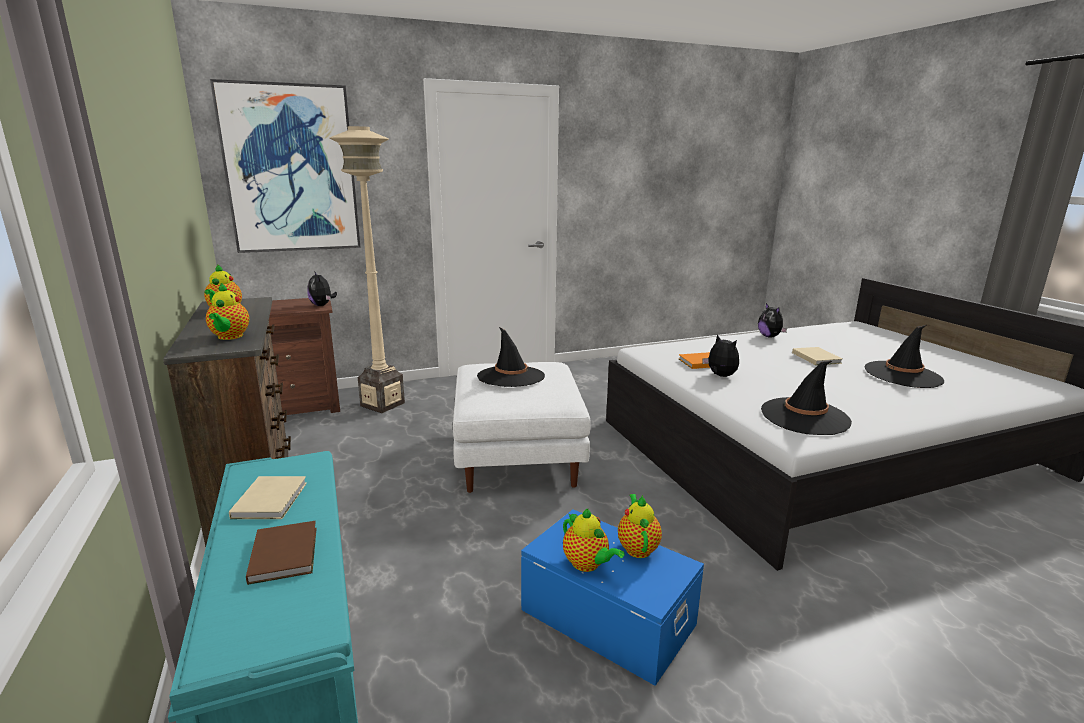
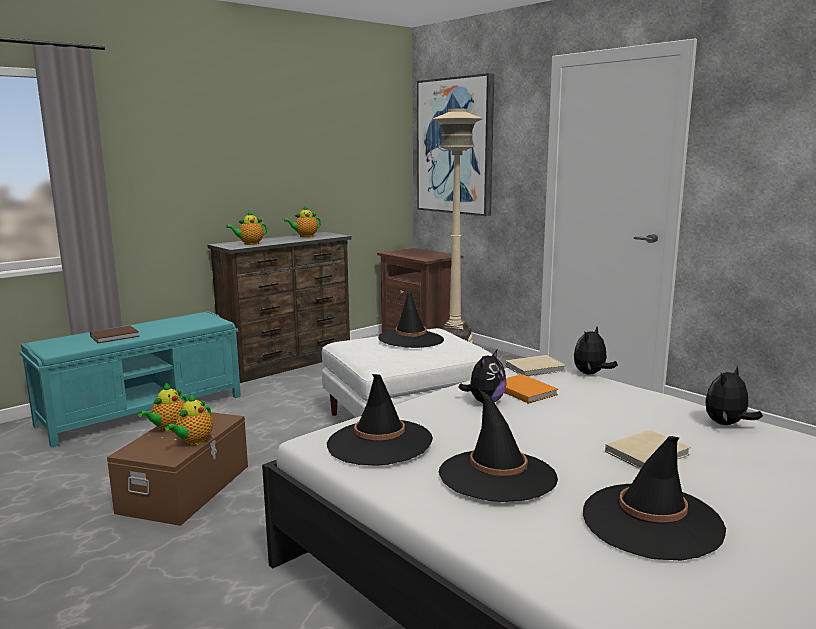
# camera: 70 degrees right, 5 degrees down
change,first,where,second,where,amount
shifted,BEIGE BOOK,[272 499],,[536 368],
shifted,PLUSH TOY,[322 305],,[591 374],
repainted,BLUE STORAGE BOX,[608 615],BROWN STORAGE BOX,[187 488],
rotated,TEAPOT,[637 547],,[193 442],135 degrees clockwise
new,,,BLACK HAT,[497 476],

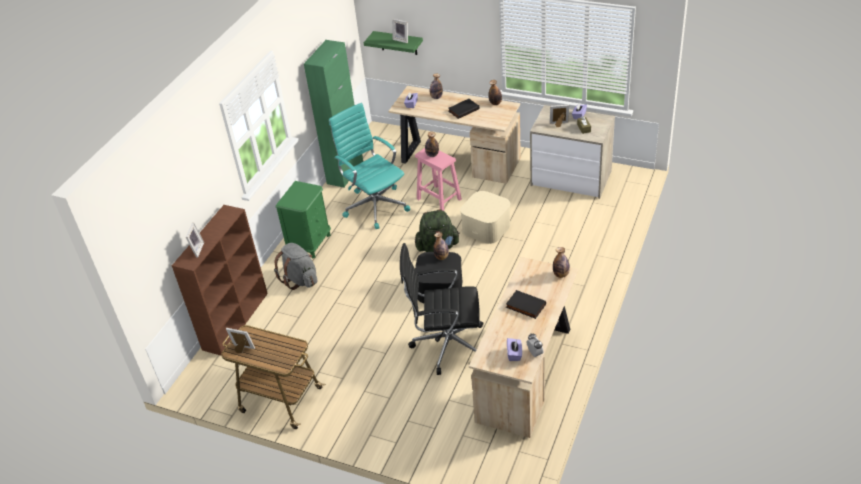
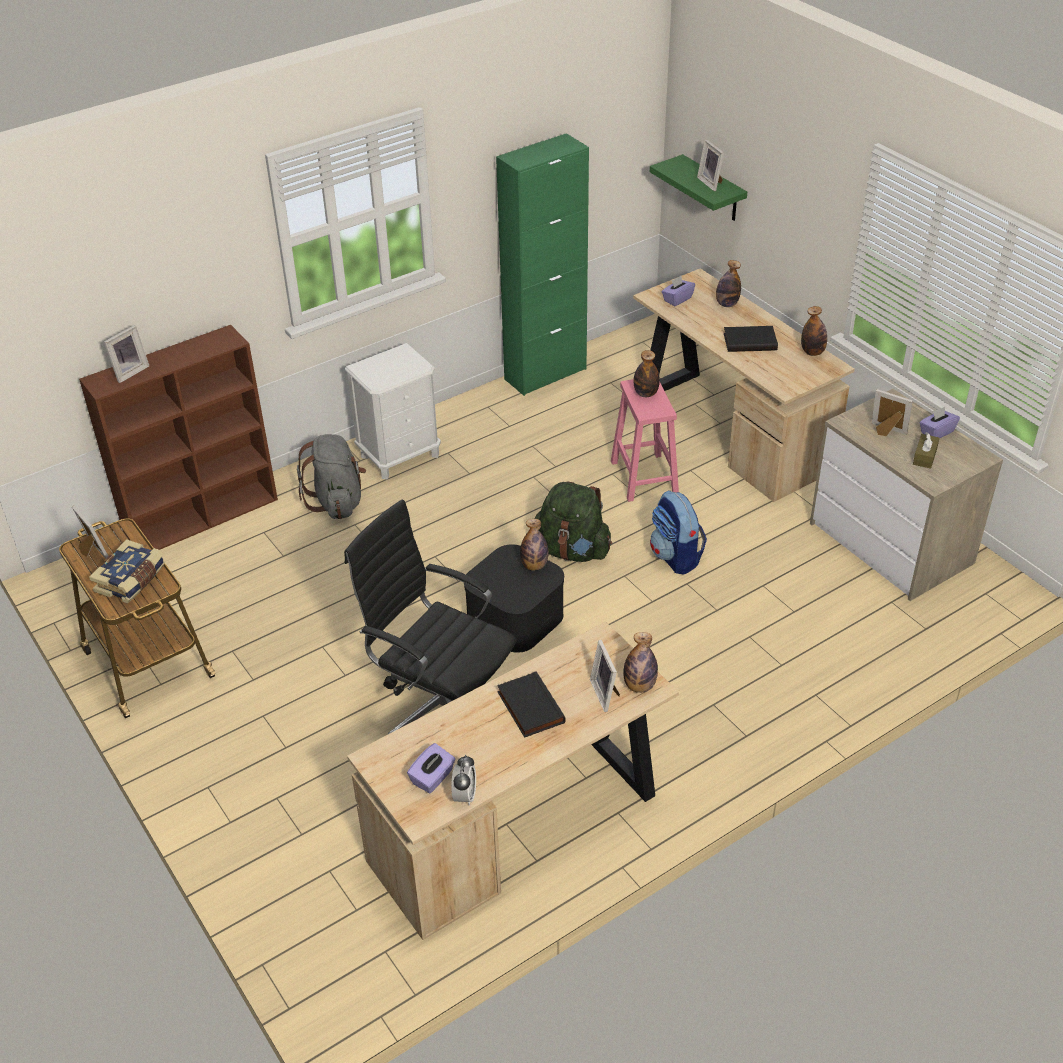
# camera: 30 degrees right, 0 degrees up
change,first,where,second,where,amount
repainted,GREEN NIGHTSTAND,[310 243],WHITE NIGHTSTAND,[400 455],
gone,TURQUOISE OFFICE CHAIR,[375 205],,,
swapped,BEIGE STORAGE BOX,[486 227],BACKPACK,[676 557],
new,,,BOOK,[131 580],
new,,,PICTURE FRAME,[606 693],

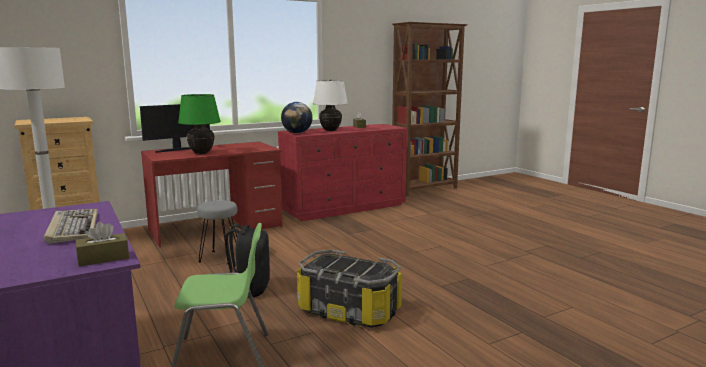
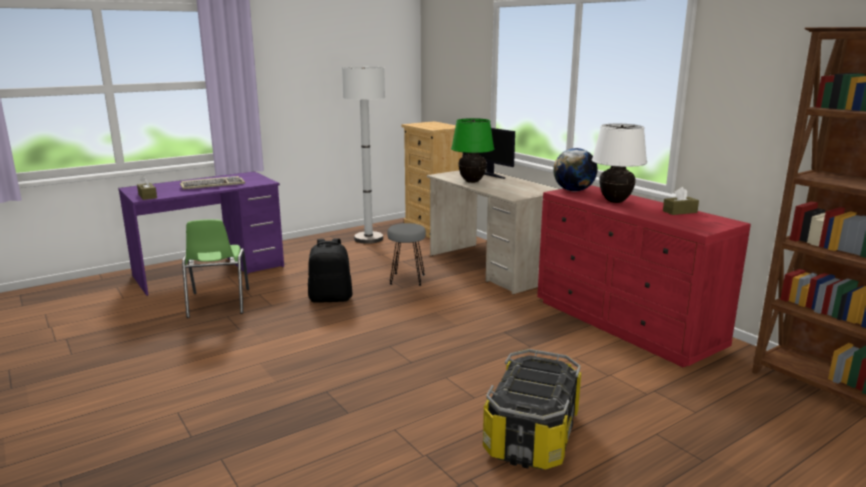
# camera: 85 degrees right, 5 degrees up
change,first,where,second,where,amount
repainted,RED DESK,[216 229],BEIGE DESK,[491 267],
shifted,STORAGE BOX,[349 311],,[533 435],

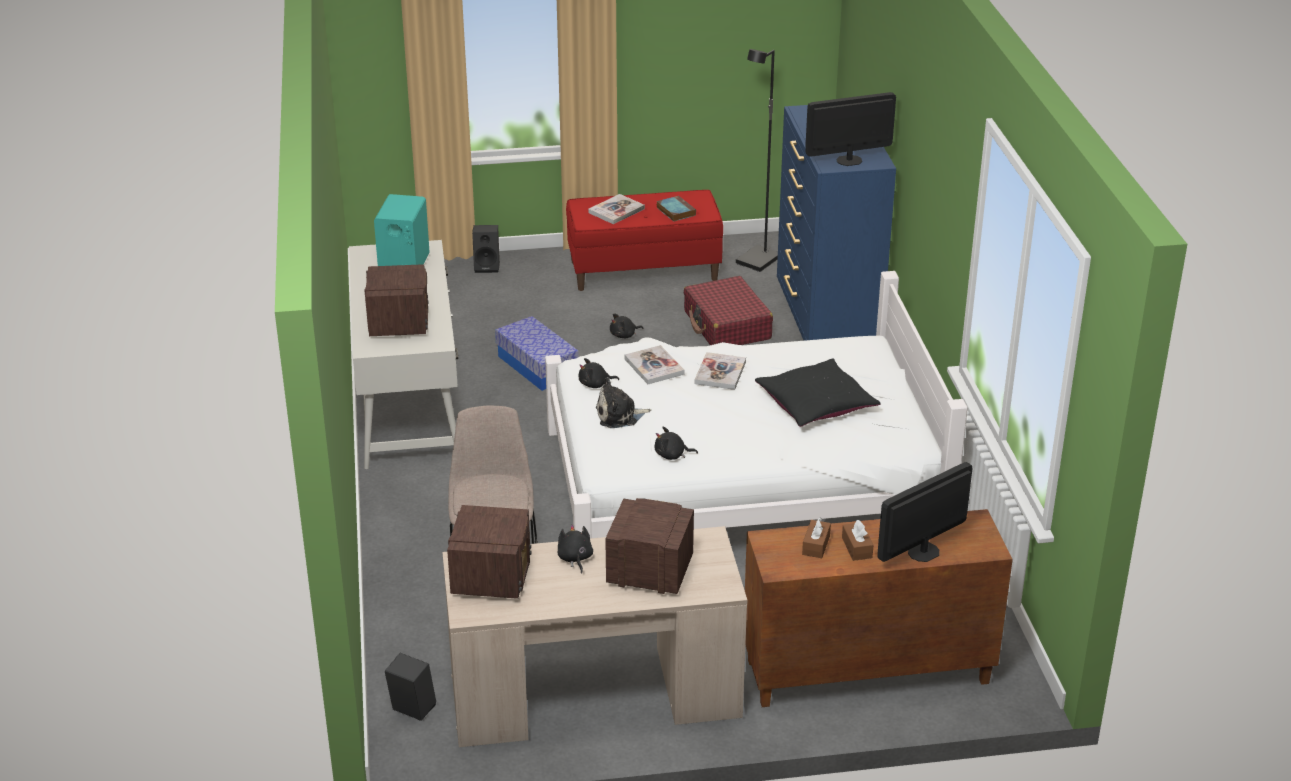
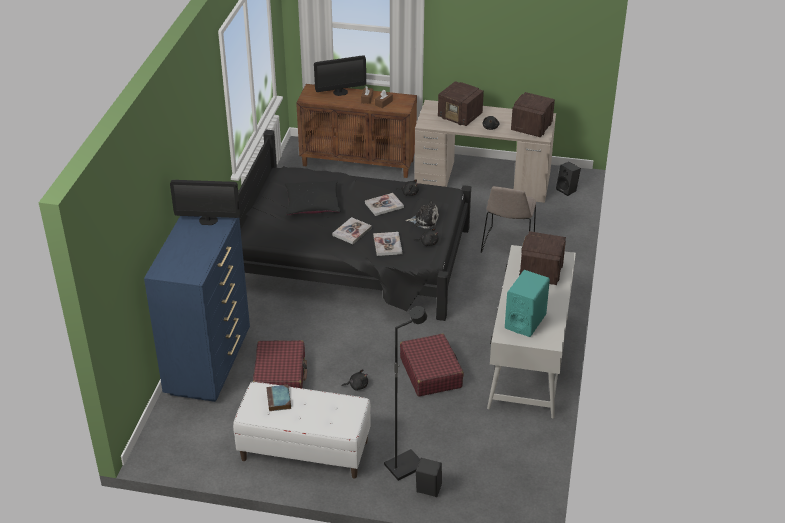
# camera: 160 degrees left, 5 degrees up
change,first,where,second,where,amount
swapped,STORAGE BOX,[537 366],RED SUITCASE,[431 372],
repainted,WHITE BED,[737 483],BLACK BED,[354 260],
repainted,RED BENCH,[644 270],WHITE BENCH,[304 451],
shifted,BOOK,[616 211],,[384 205],
shifted,BLACK FLOOR LAMP,[758 261],,[404 465],

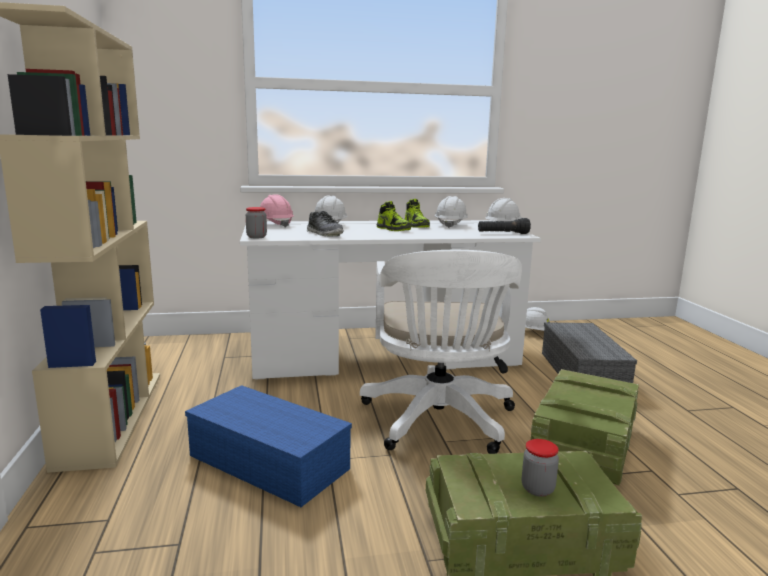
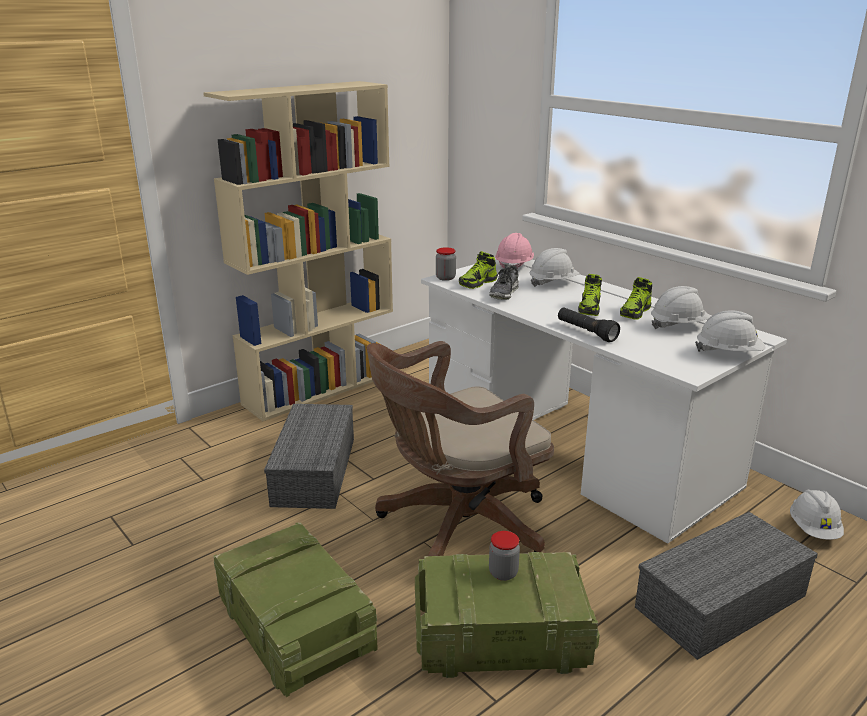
# camera: 60 degrees right, 10 degrees up
change,first,where,second,where,amount
repainted,BLUE STORAGE BOX,[271 462],GREY STORAGE BOX,[315 472],
repainted,WHITE OFFICE CHAIR,[439 423],BROWN OFFICE CHAIR,[456 528],
shifted,BLACK FLASHLIGHT,[503 234],,[586 332],
shifted,JAR,[537 489],,[503 573],
new,,,SHOE,[478 283],

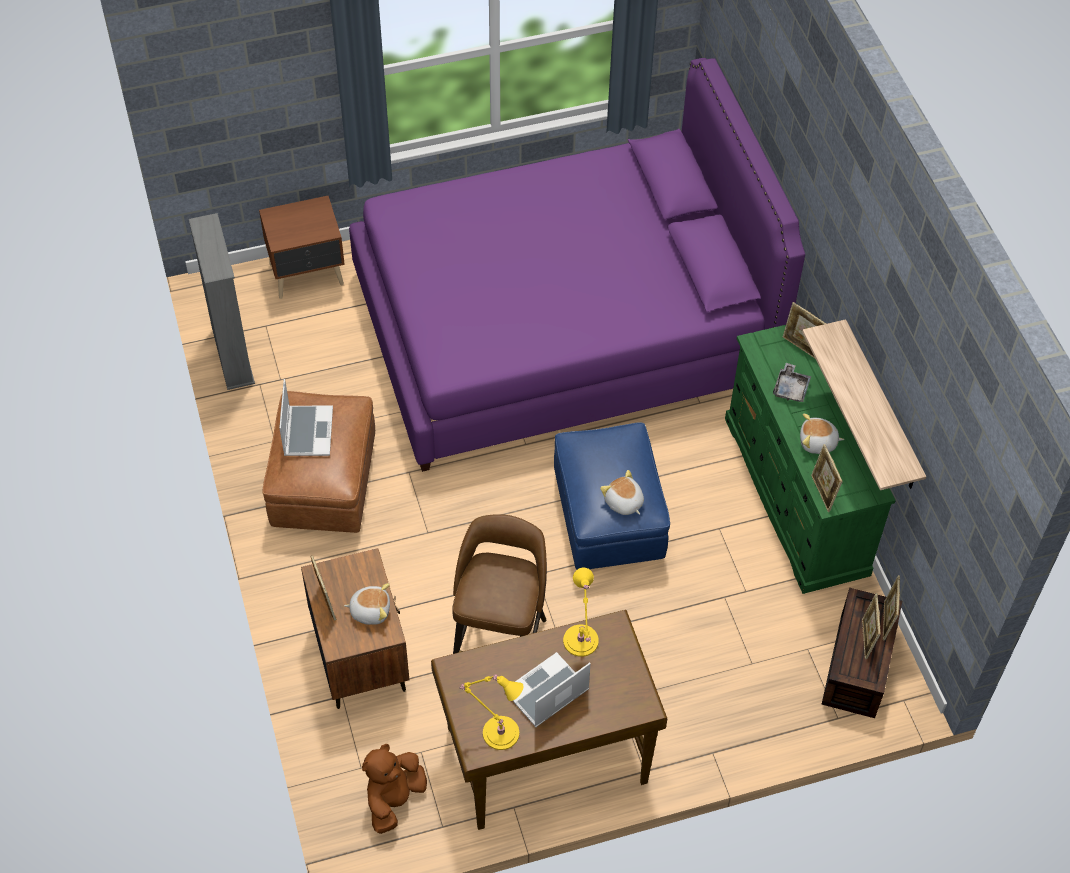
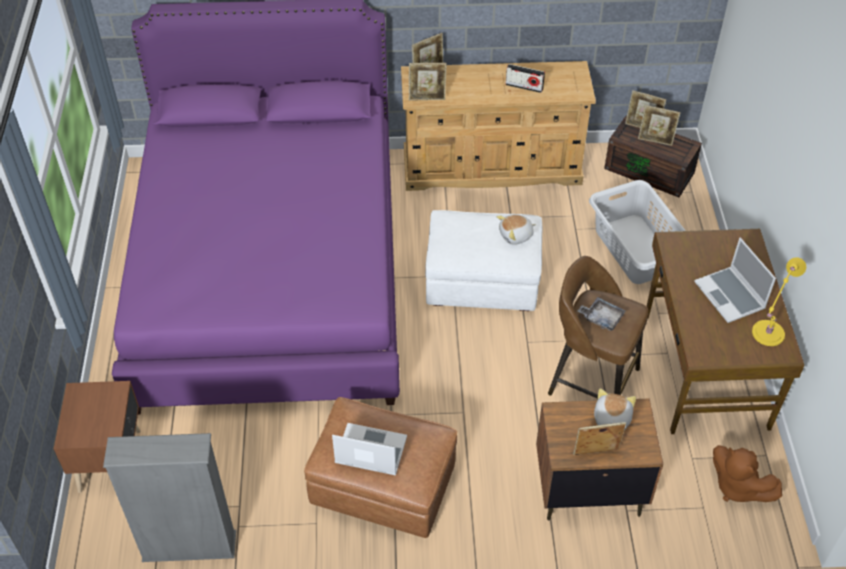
# camera: 75 degrees left, 5 degrees down
change,first,where,second,where,amount
repainted,BLUE OTTOMAN,[608 517],WHITE OTTOMAN,[482 283],
gone,YELLOW TABLE LAMP,[580 643],,,
repainted,GREEN DRESSER,[796 496],BEIGE DRESSER,[492 167],
shifted,GREY TRAY,[791 388],,[601 318],
swapped,PLUSH TOY,[818 443],RADIO,[524 86],
gone,SHELF,[881 408],,,
shifted,PICTURE FRAME,[822 493],,[427 98],
new,,,GREY LAUNDRY BASKET,[636 248],

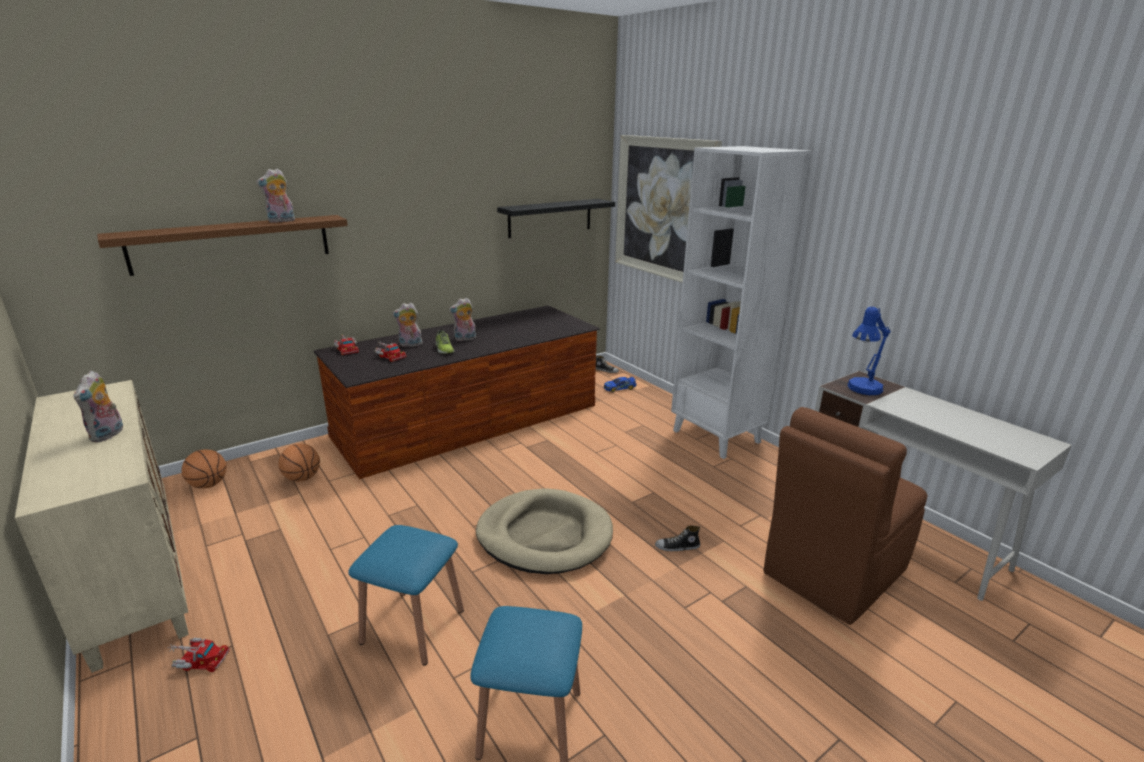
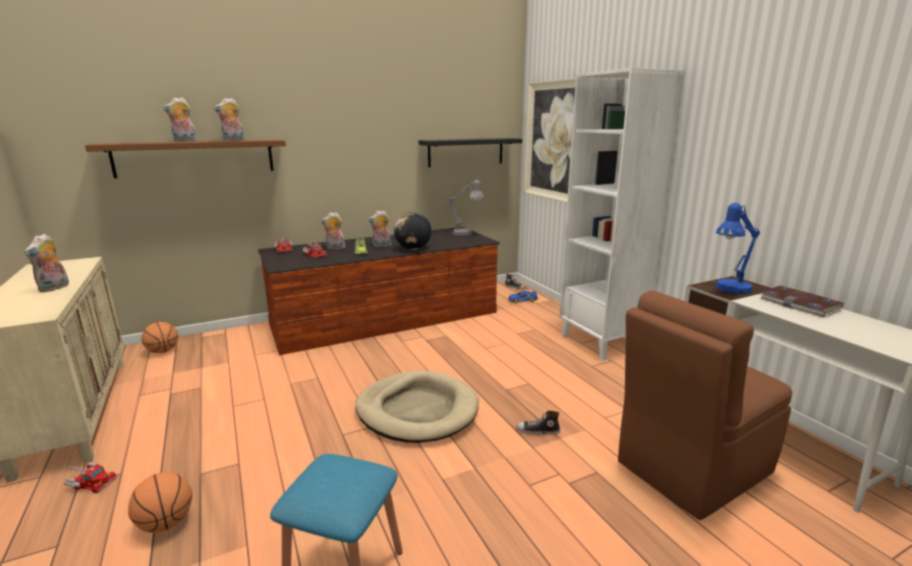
# camera: 10 degrees right, 5 degrees down
change,first,where,second,where,amount
shifted,BASKETBALL,[302 478],,[166 523],
gone,BLUE STOOL,[413 626],,,
new,,,PLUSH TOY,[184 141],
new,,,GLOBE,[413 249],
new,,,GREY TABLE LAMP,[466 234],
new,,,BOOK,[800 304],

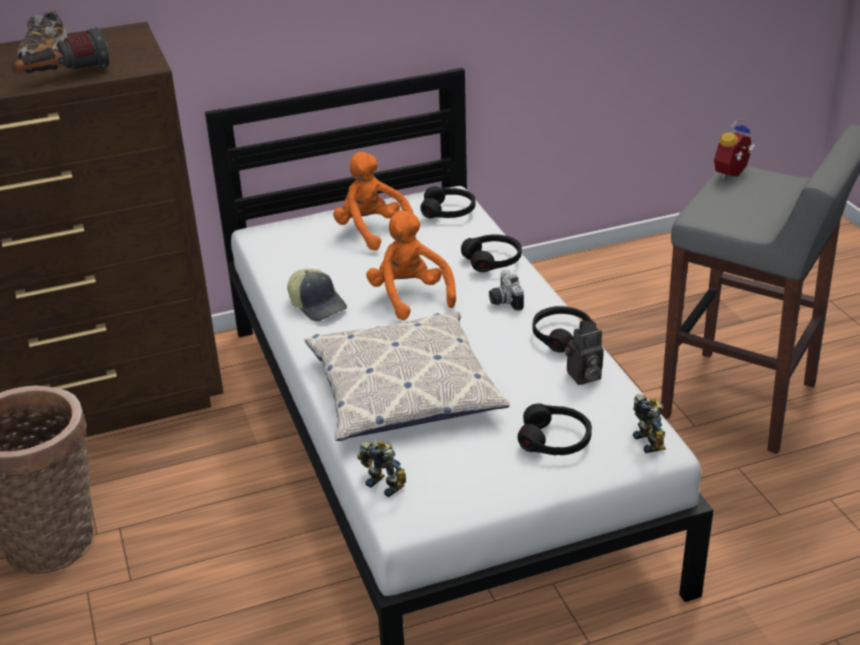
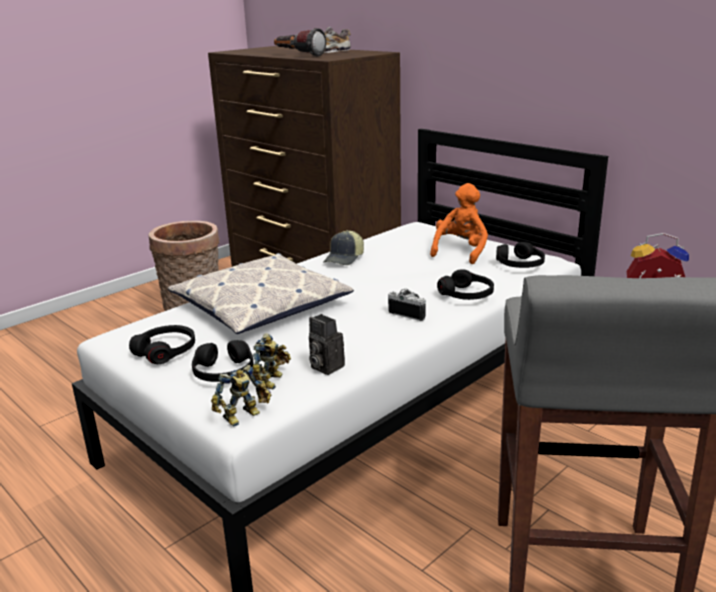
# camera: 65 degrees right, 10 degrees down
change,first,where,second,where,amount
shifted,TOY ROBOT,[385 483],,[272 381],
gone,ORANGE PLUSH TOY,[409 296],,,
rotated,PHOTO CAMERA,[503 301],,[410 312],75 degrees clockwise
shifted,BLACK HEADPHONES,[562 336],,[166 351],

